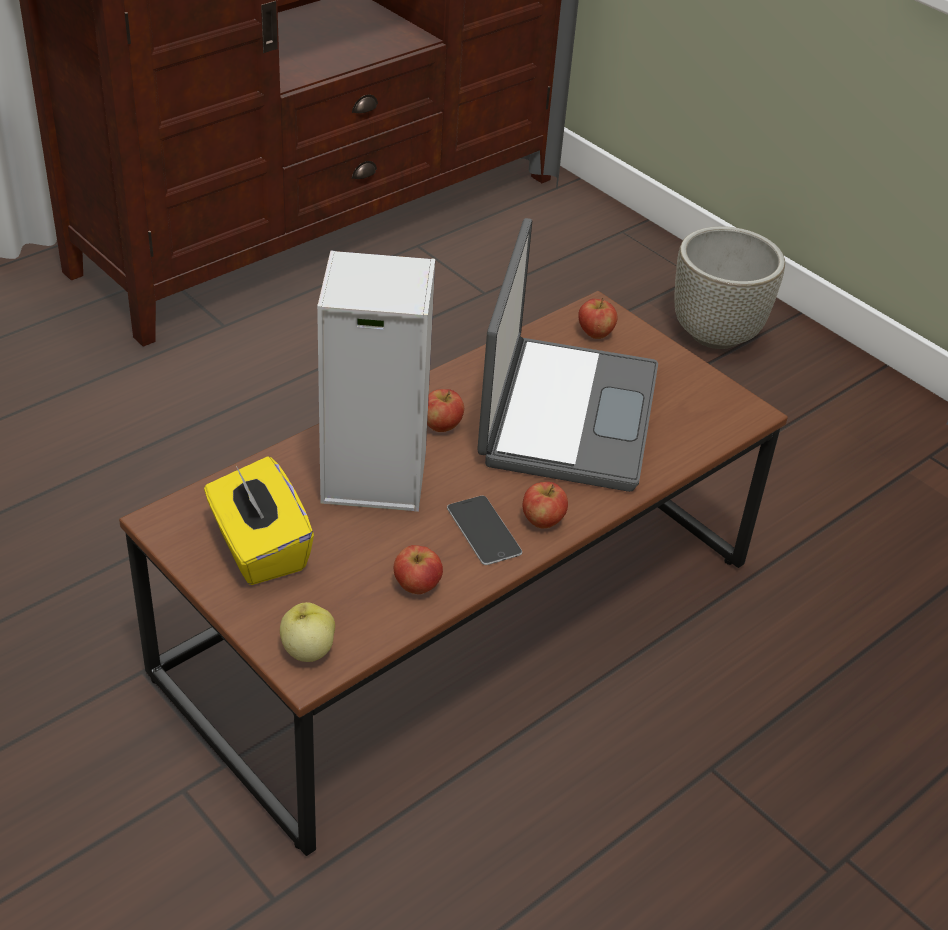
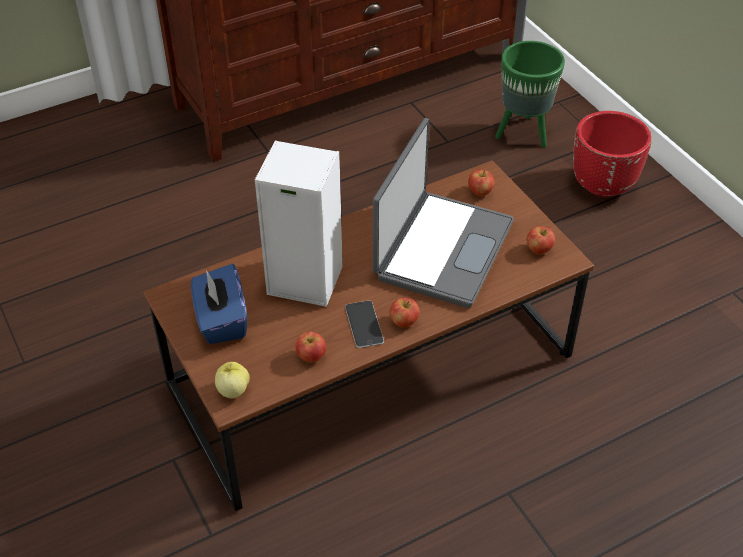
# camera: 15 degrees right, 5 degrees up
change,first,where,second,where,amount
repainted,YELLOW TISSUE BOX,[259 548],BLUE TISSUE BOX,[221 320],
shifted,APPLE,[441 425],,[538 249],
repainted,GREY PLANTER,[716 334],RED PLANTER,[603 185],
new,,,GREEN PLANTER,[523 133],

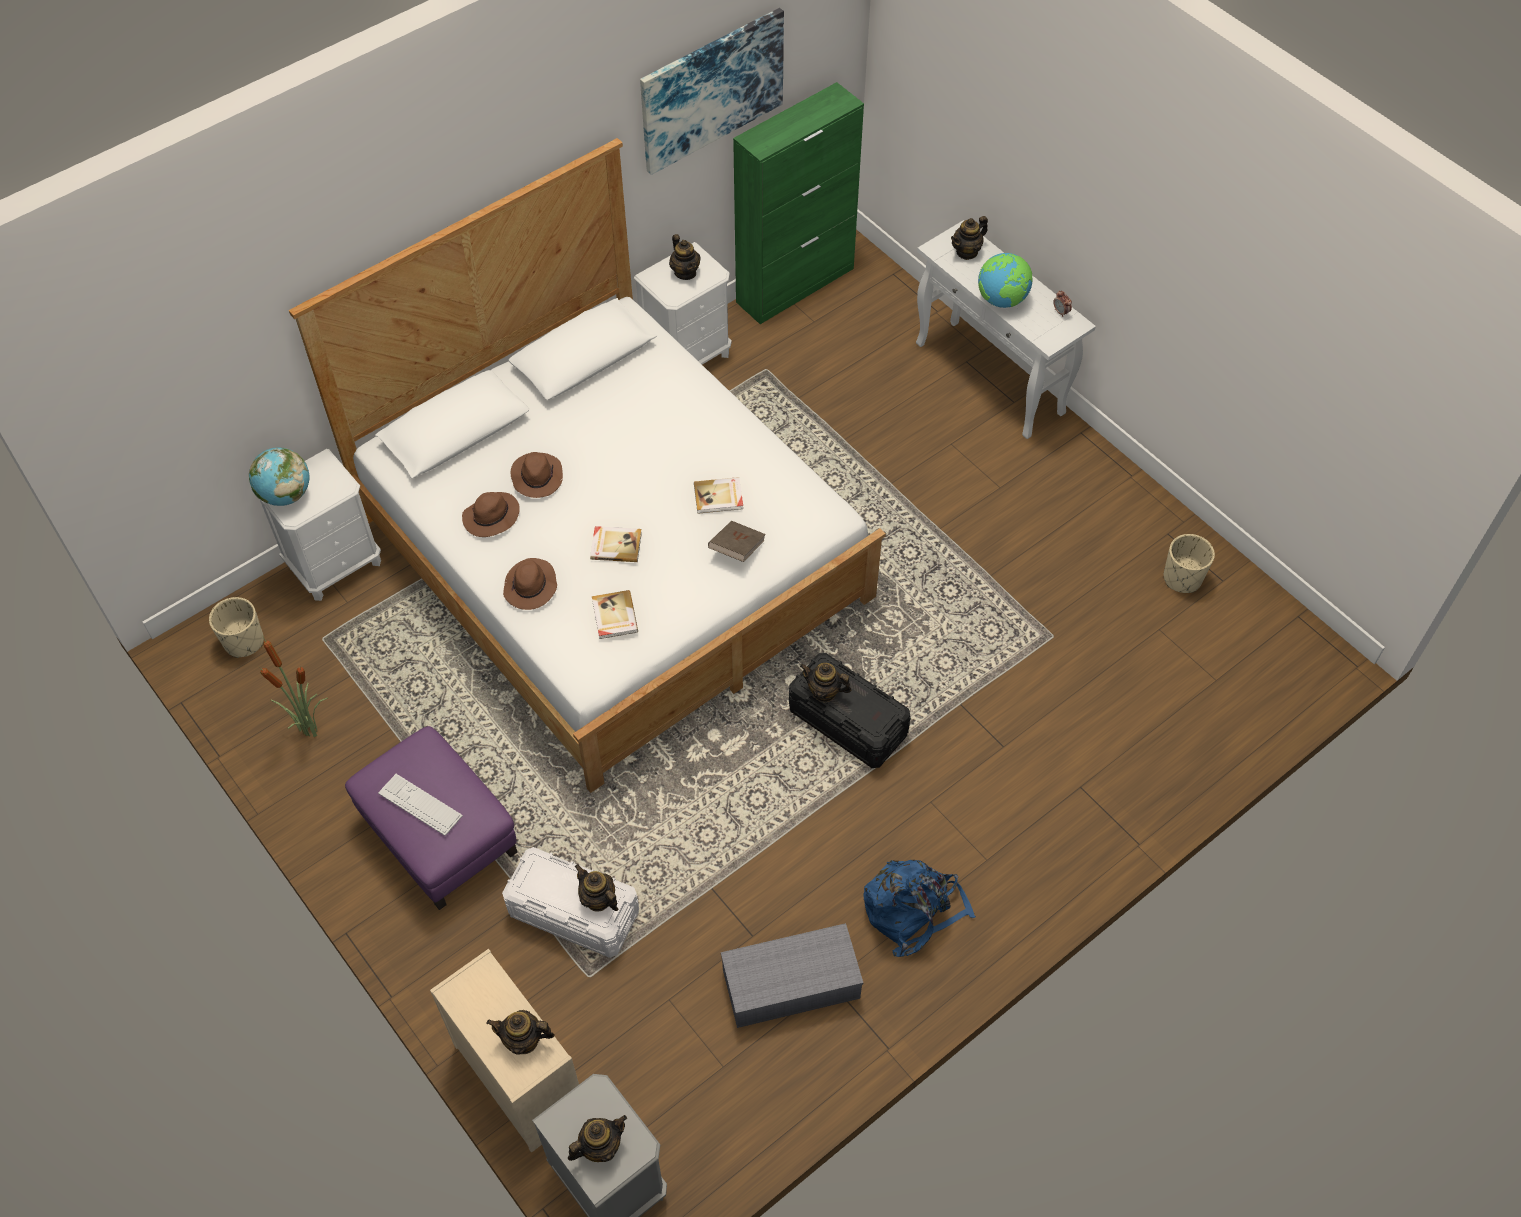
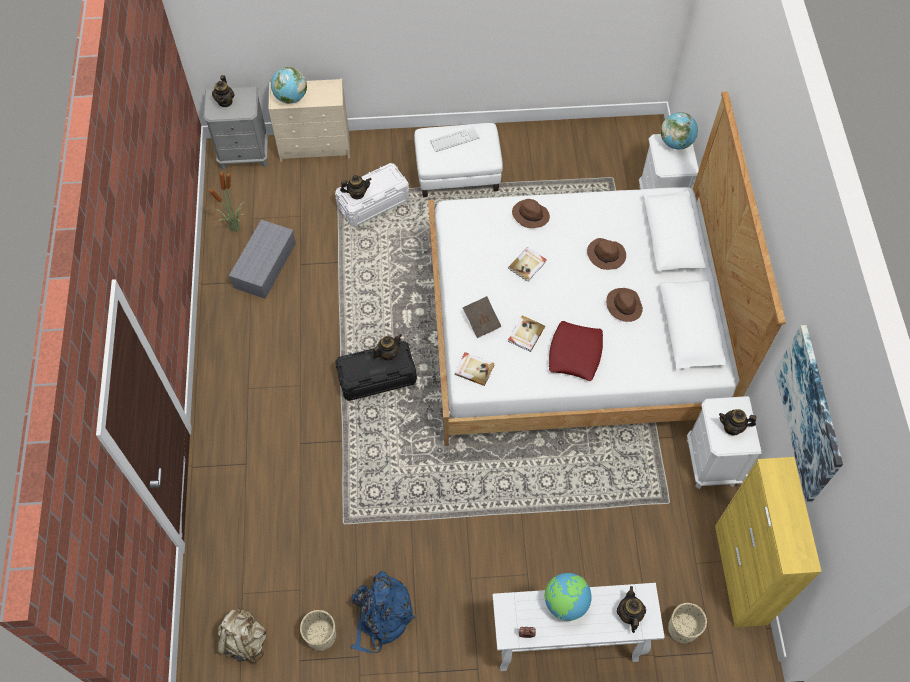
# camera: 125 degrees right, 5 degrees up
change,first,where,second,where,amount
shifted,BEIGE PLANTER,[244 641],,[682 629],
shifted,POTTED PLANT,[310 729],,[236 229],
repainted,PURPLE OTTOMAN,[438 834],WHITE OTTOMAN,[458 172],
shifted,BROWN HAT,[491 518],,[623 305],
swapped,TEAPOT,[523 1040],GLOBE,[291 97],
shifted,BOOK,[614 616],,[474 369],
repainted,GREEN CABINET,[796 285],YELLOW CABINET,[740 575],
shifted,BLUE BACKPACK,[913 910],,[381 617],
new,,,BEIGE BACKPACK,[244 640],
new,,,RED PILLOW,[575 354],

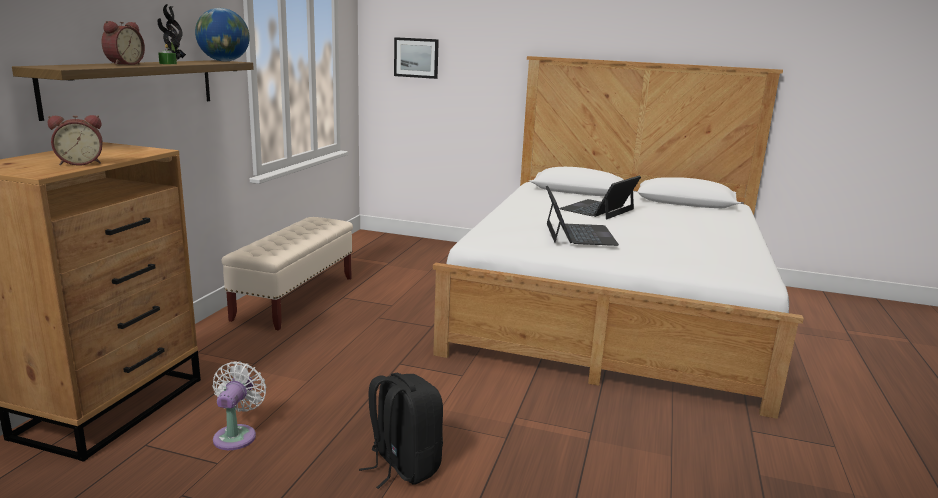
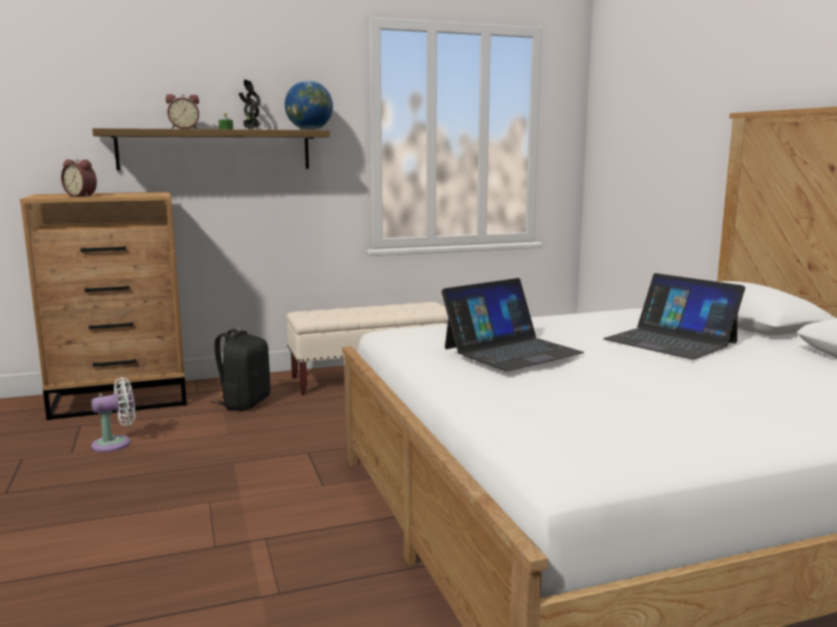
# camera: 55 degrees right, 5 degrees down
change,first,where,second,where,amount
shifted,BLACK BACKPACK,[403 466],,[244 403],
gone,PICTURE,[416 58],,,
rotated,LAPTOP,[598 209],,[670 341],135 degrees counterclockwise

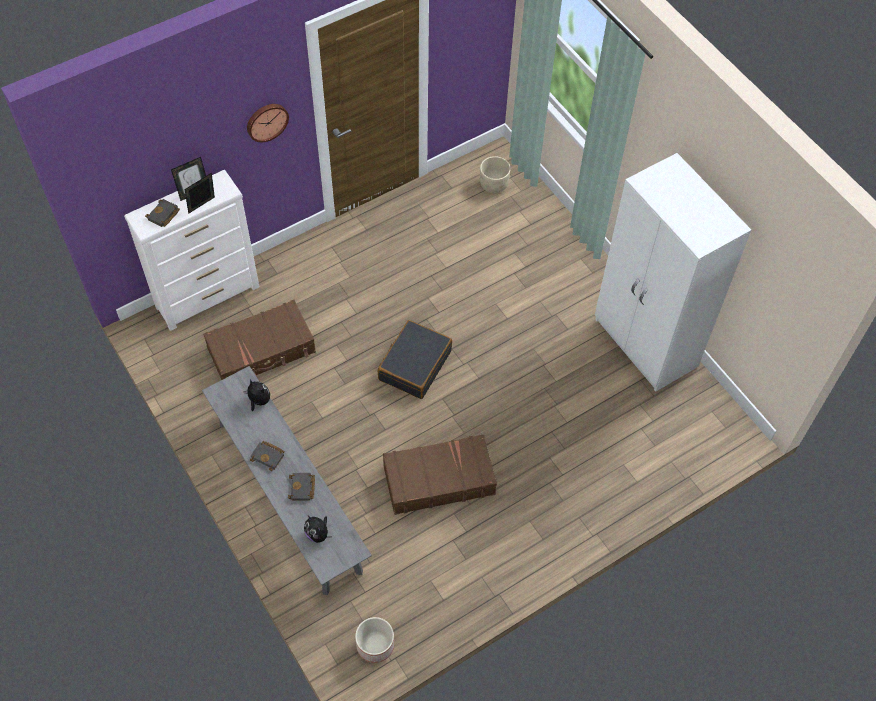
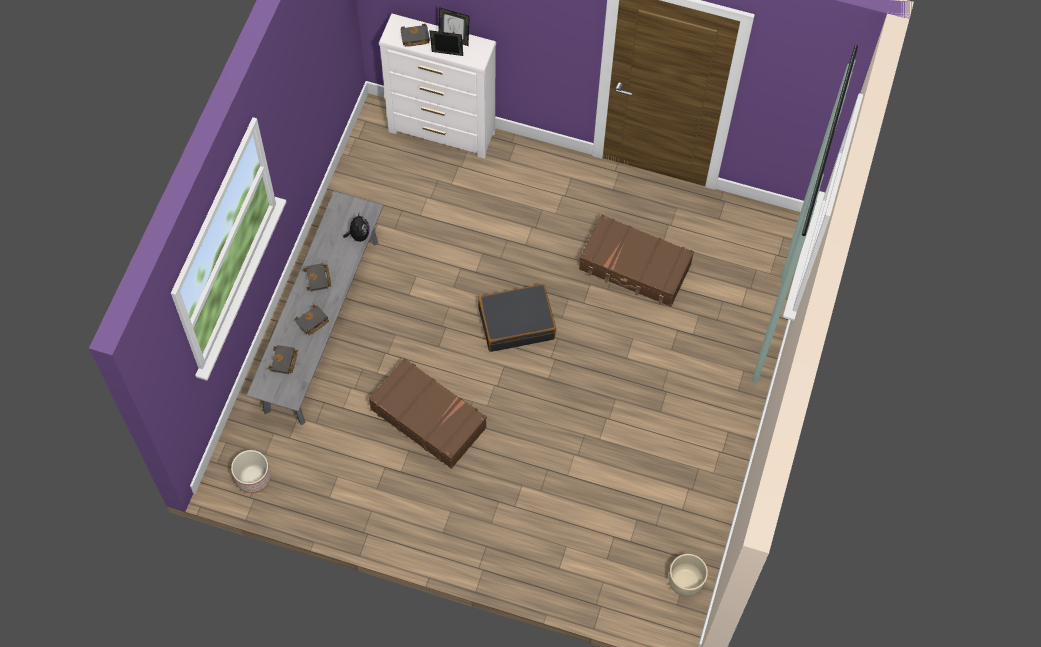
# camera: 50 degrees right, 5 degrees up
change,first,where,second,where,amount
shifted,BROWN SUITCASE,[262 350],,[635 268],
gone,WALL CLOCK,[266 121],,,
swapped,PLUSH TOY,[318 534],BLACK BOOK,[284 361],
shifted,BEIGE PLANTER,[494 185],,[685 582],
gone,WHITE WARDROBE,[645 344],,,

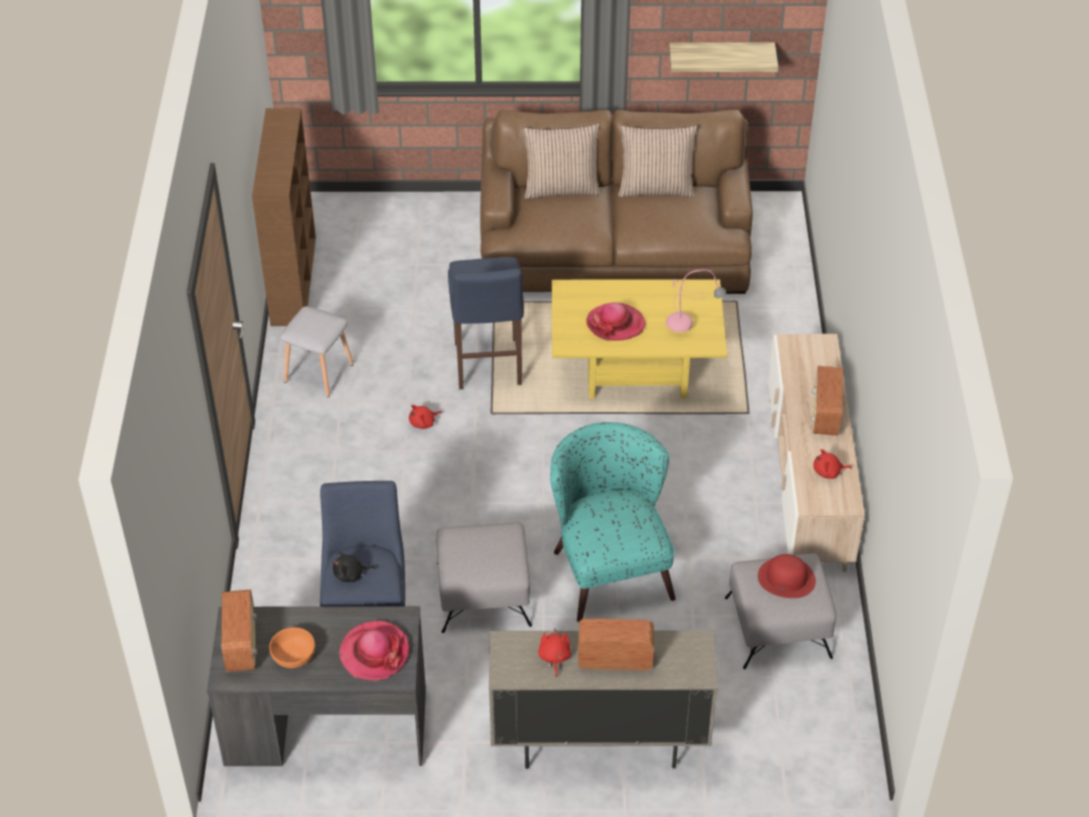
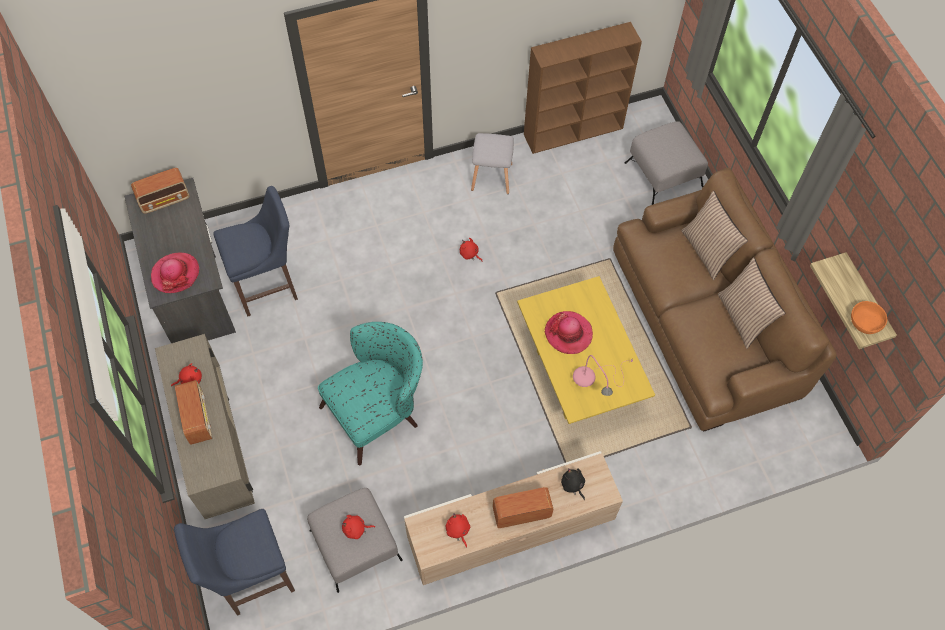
# camera: 70 degrees right, 15 degrees up
change,first,where,second,where,amount
shifted,ORANGE BOWL,[293 656],,[864 322],
shifted,BLACK PLUSH TOY,[351 574],,[573 485],
shifted,GREY OTTOMAN,[484 594],,[663 175],
shifted,BLUE STOOL,[488 367],,[252 578],
swapped,RED HAT,[786 578],RED PLUSH TOY,[356 529],

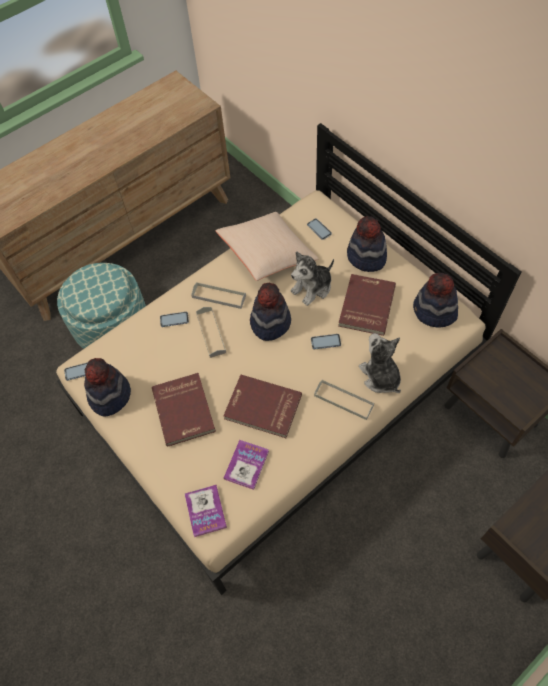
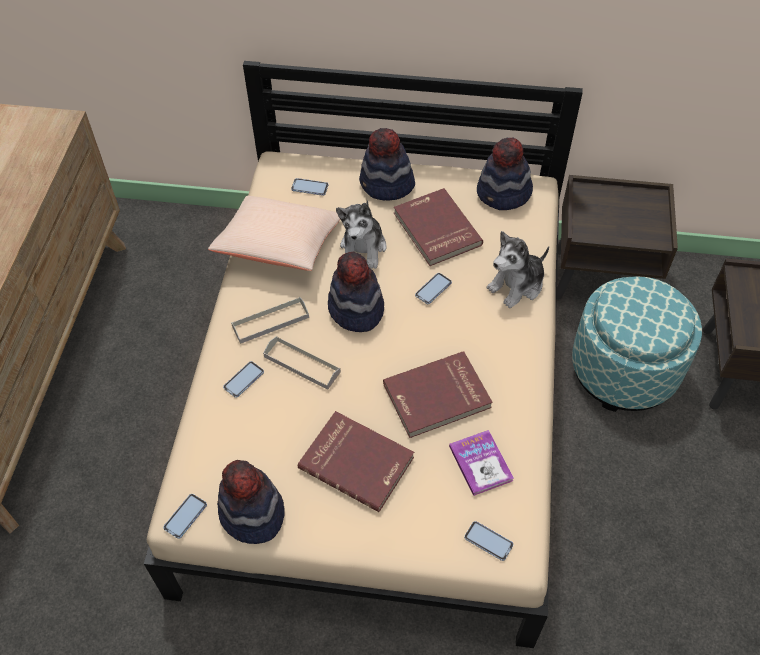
# camera: 45 degrees left, 5 degrees down
change,first,where,second,where,amount
shifted,OTTOMAN,[112 327],,[624 370],
swapped,BOOK,[205 511],PHONE,[488 541],
gone,GREY TRAY,[343 400],,,
rotated,PLUSH TOY,[380 376],,[517 285],60 degrees counterclockwise

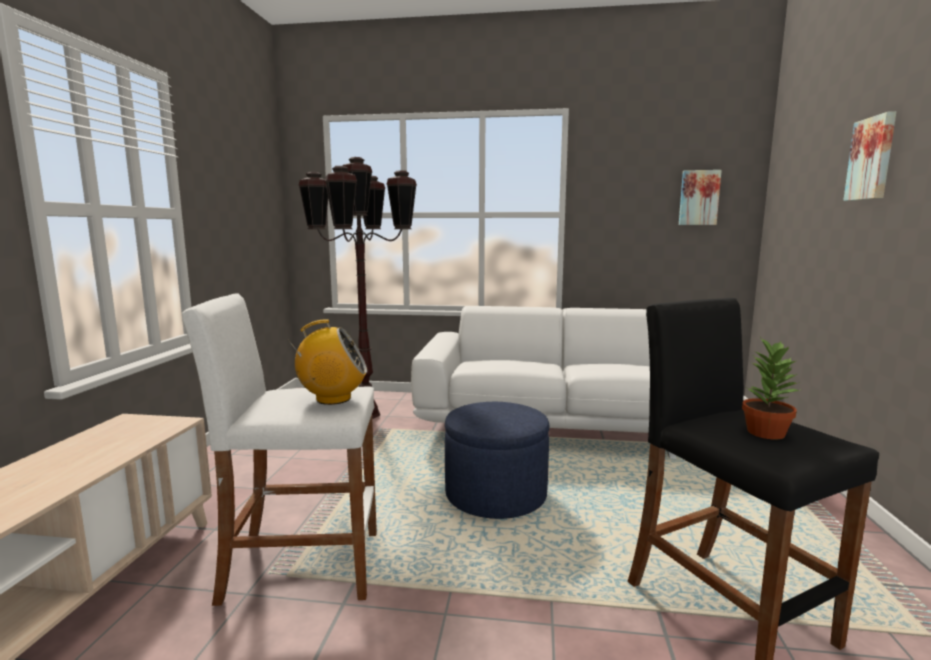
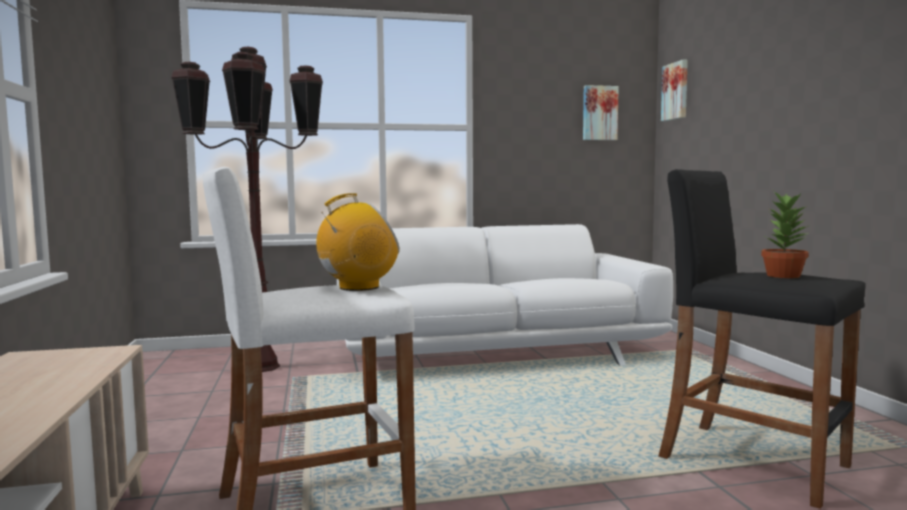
# camera: 20 degrees left, 5 degrees down
change,first,where,second,where,amount
gone,BLUE OTTOMAN,[495 494],,,
shifted,PICTURE,[872 158],,[676 91],

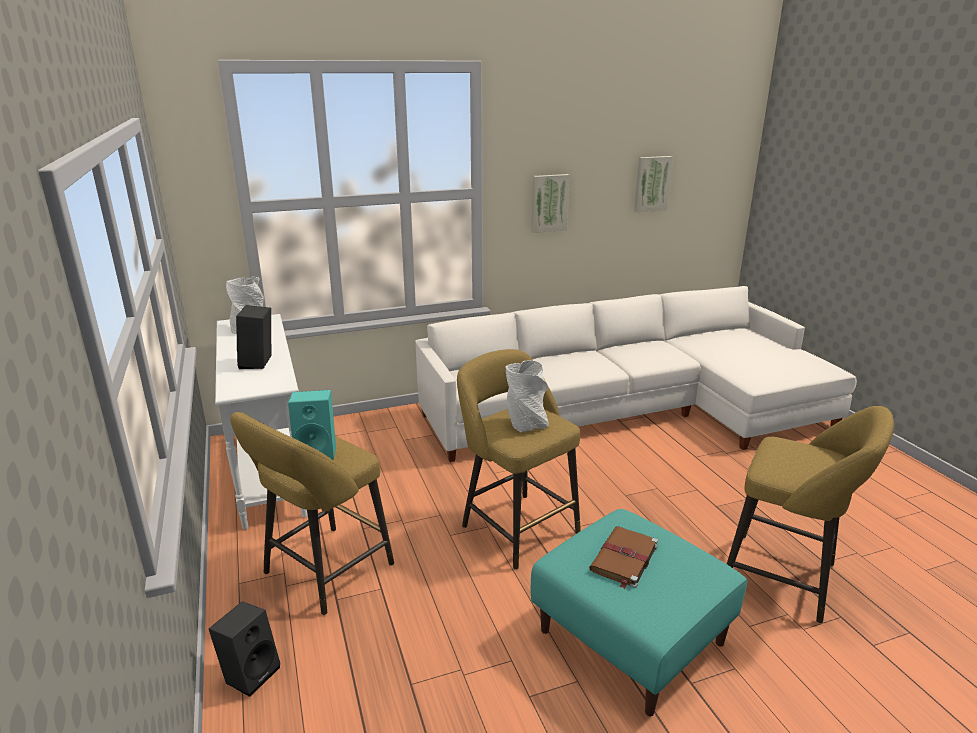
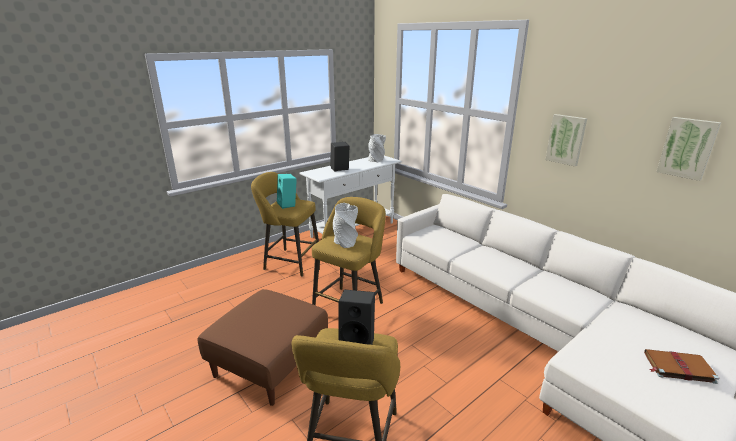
# camera: 70 degrees right, 0 degrees up
change,first,where,second,where,amount
shifted,BLACK SPEAKER,[251 672],,[358 342],
repainted,TURQUOISE OTTOMAN,[630 637],BROWN OTTOMAN,[269 363],
shifted,BROWN BOOK,[623 559],,[677 367],

